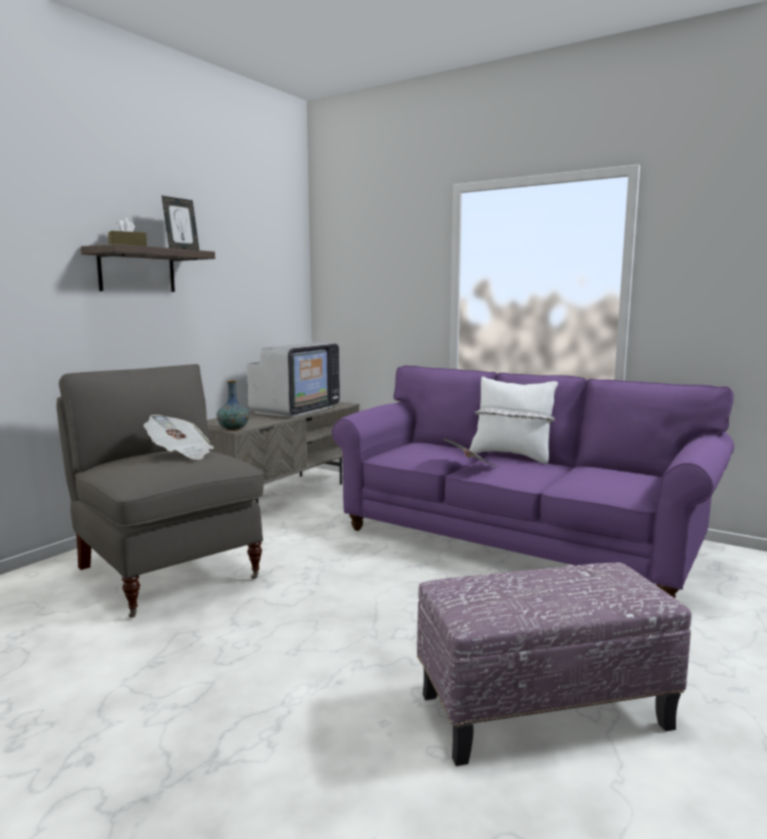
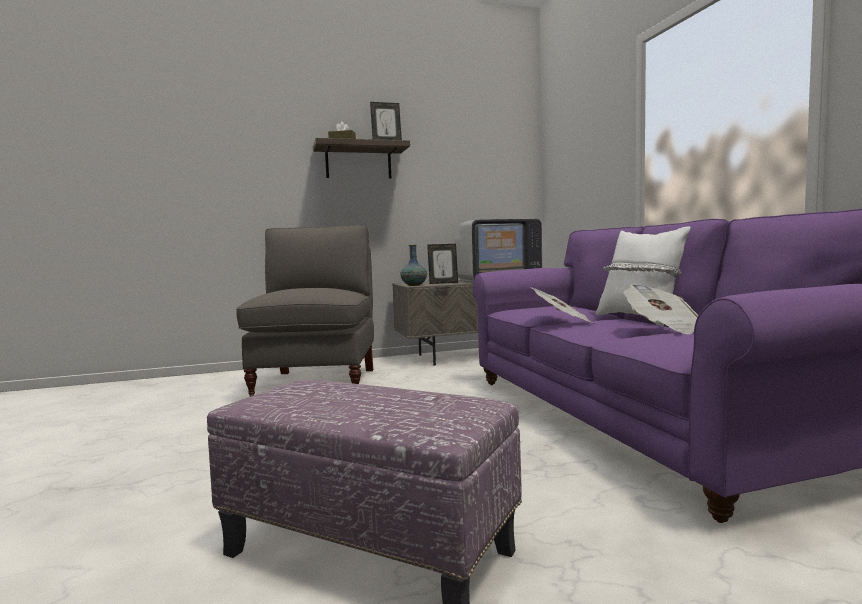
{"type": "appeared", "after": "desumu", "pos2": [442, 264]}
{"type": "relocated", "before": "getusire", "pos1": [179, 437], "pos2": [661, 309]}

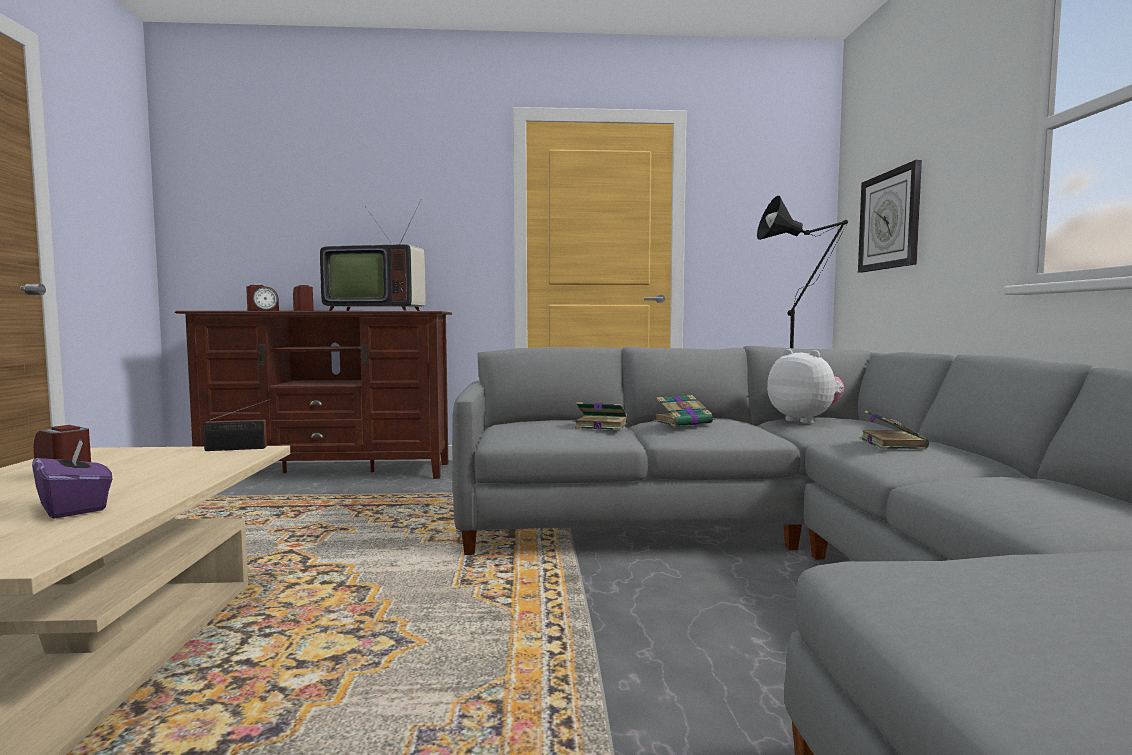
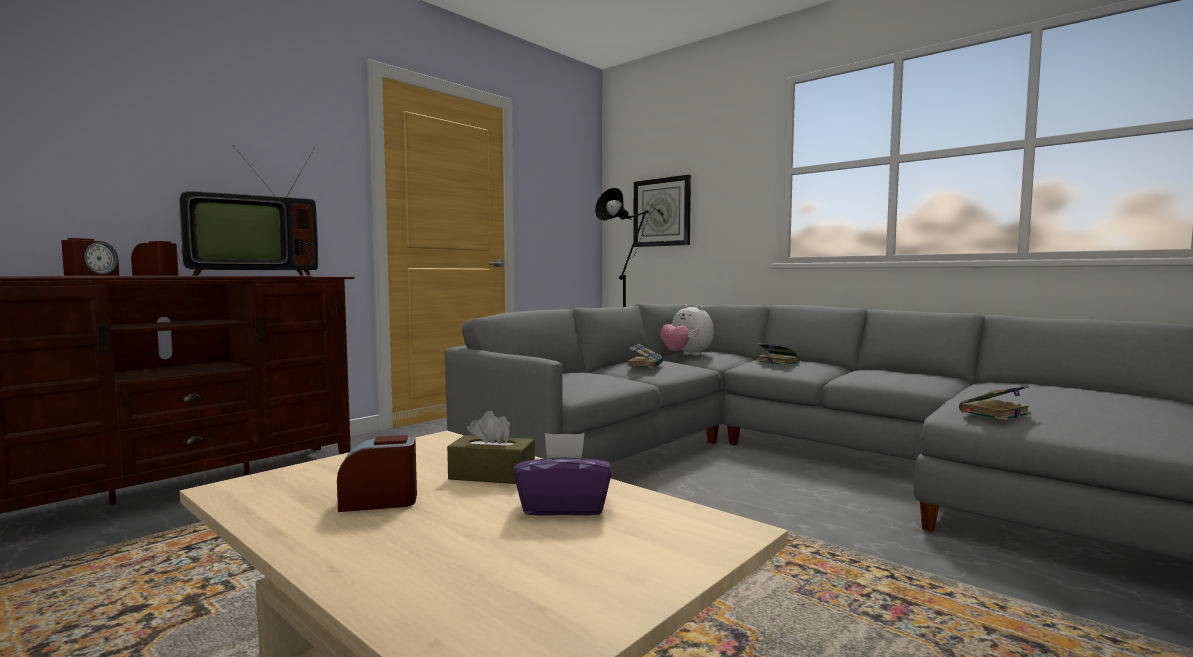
{"type": "appeared", "after": "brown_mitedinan", "pos2": [491, 447]}
{"type": "spun", "before": "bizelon", "pos1": [805, 386], "pos2": [687, 330], "turn": -135}
{"type": "relocated", "before": "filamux", "pos1": [600, 416], "pos2": [995, 403]}
{"type": "missing", "before": "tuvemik", "pos1": [237, 425]}

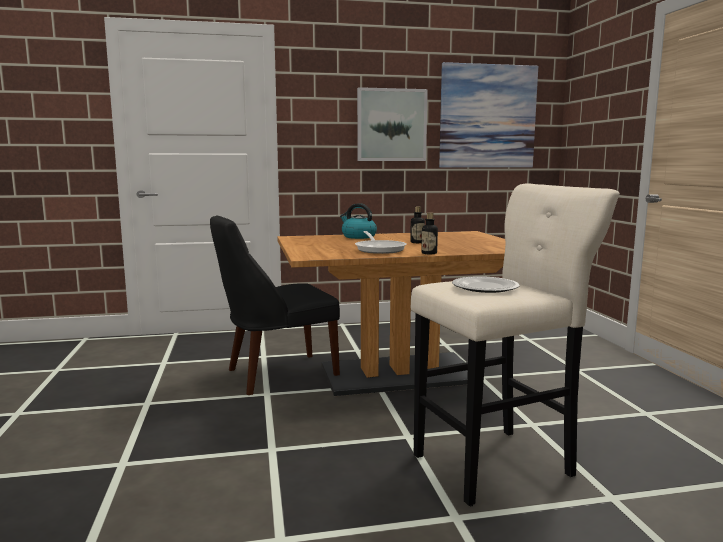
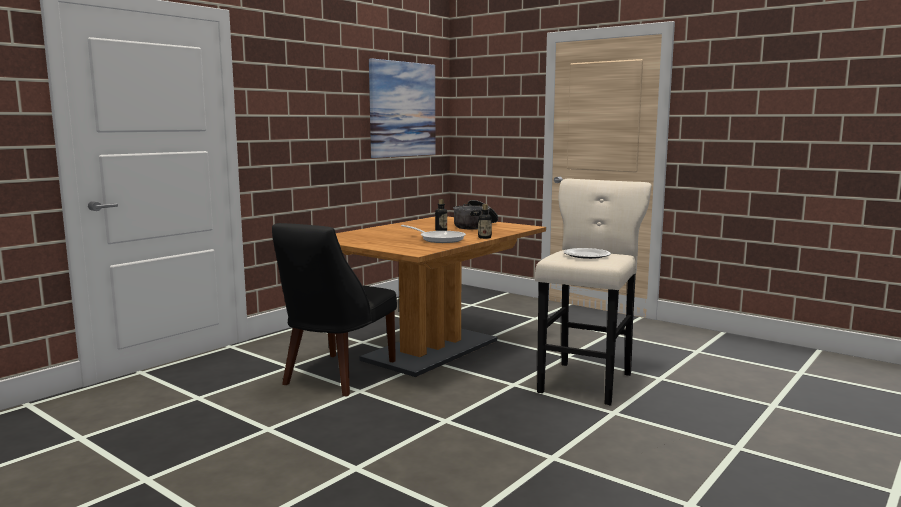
{"type": "appeared", "after": "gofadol", "pos2": [475, 215]}
{"type": "missing", "before": "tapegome", "pos1": [358, 221]}
{"type": "missing", "before": "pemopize", "pos1": [392, 124]}

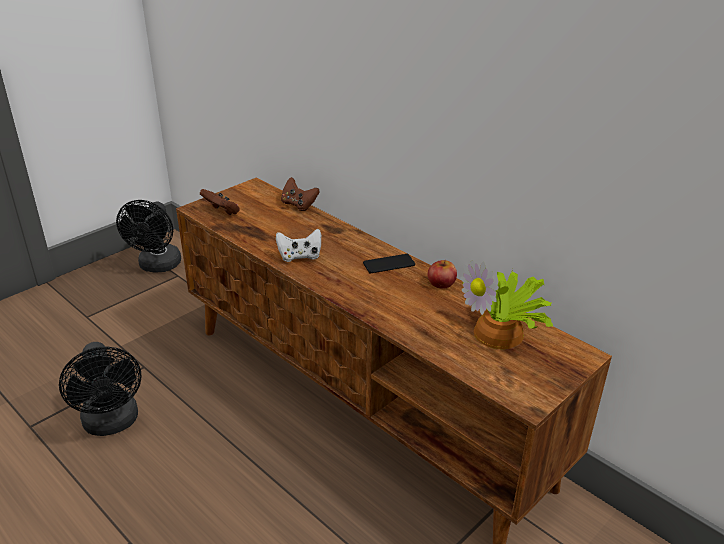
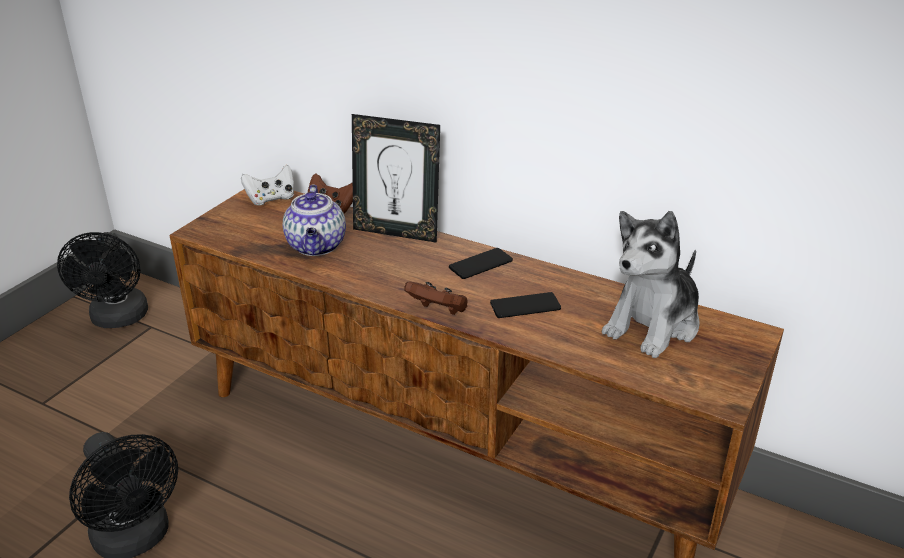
{"type": "relocated", "before": "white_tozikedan", "pos1": [298, 245], "pos2": [267, 185]}
{"type": "appeared", "after": "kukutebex", "pos2": [314, 220]}
{"type": "appeared", "after": "desumu", "pos2": [396, 178]}
{"type": "relocated", "before": "brown_tozikedan", "pos1": [220, 202], "pos2": [436, 298]}
{"type": "appeared", "after": "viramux", "pos2": [525, 305]}
{"type": "exchanged", "before": "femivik", "after": "bizelon", "pos1": [507, 304], "pos2": [651, 284]}
{"type": "missing", "before": "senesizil", "pos1": [442, 274]}

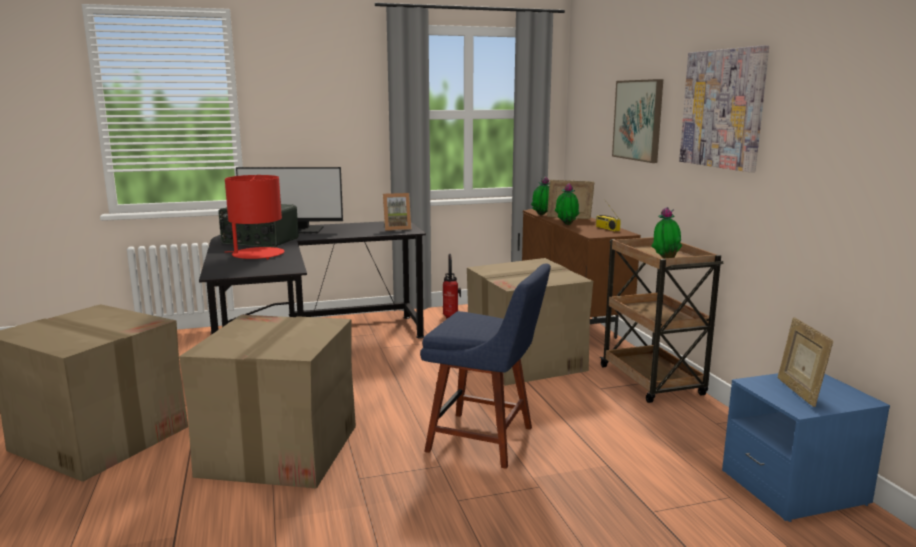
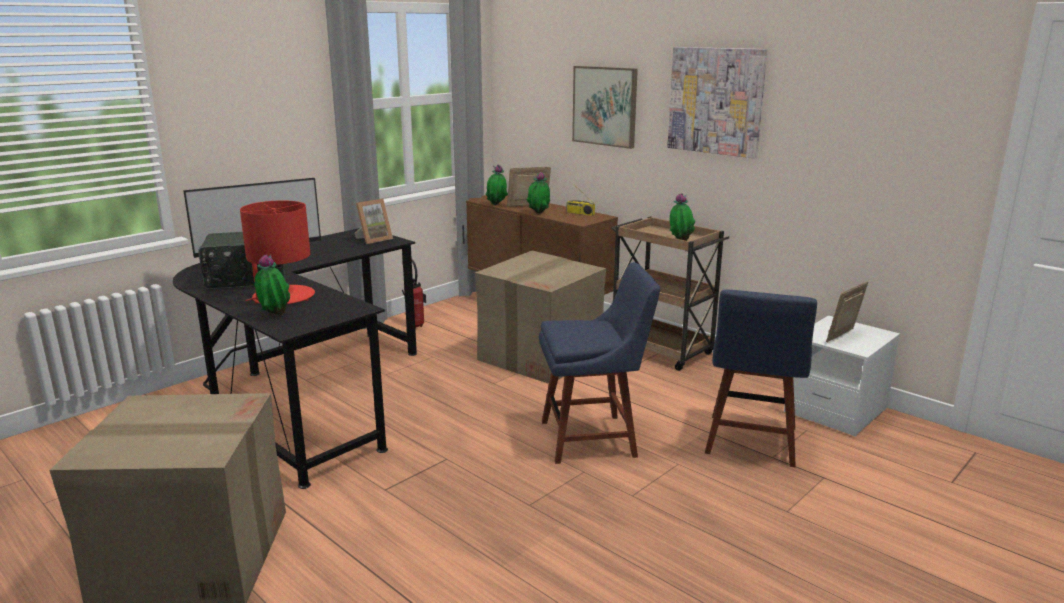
{"type": "appeared", "after": "femivik", "pos2": [272, 284]}
{"type": "appeared", "after": "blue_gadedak", "pos2": [761, 378]}
{"type": "colour", "before": "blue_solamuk", "after": "white_solamuk", "pos1": [806, 447], "pos2": [842, 376]}
{"type": "spun", "before": "desumu", "pos1": [805, 362], "pos2": [847, 311], "turn": 75}
{"type": "missing", "before": "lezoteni", "pos1": [267, 402]}

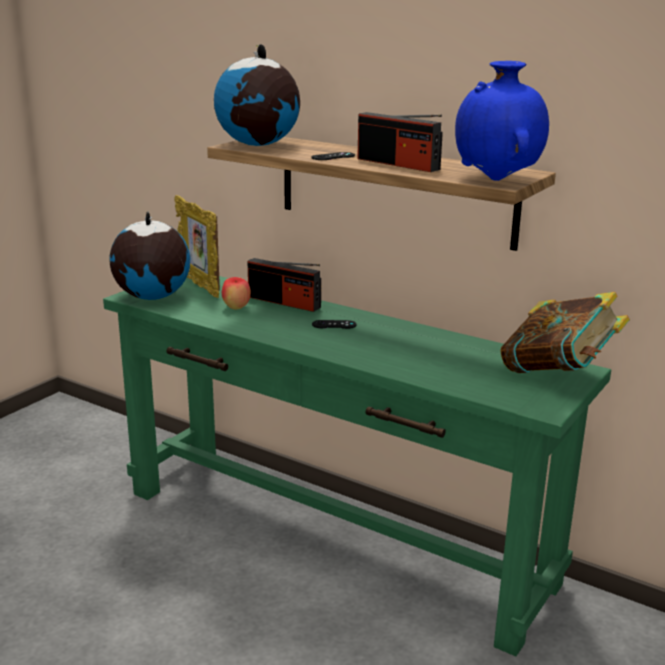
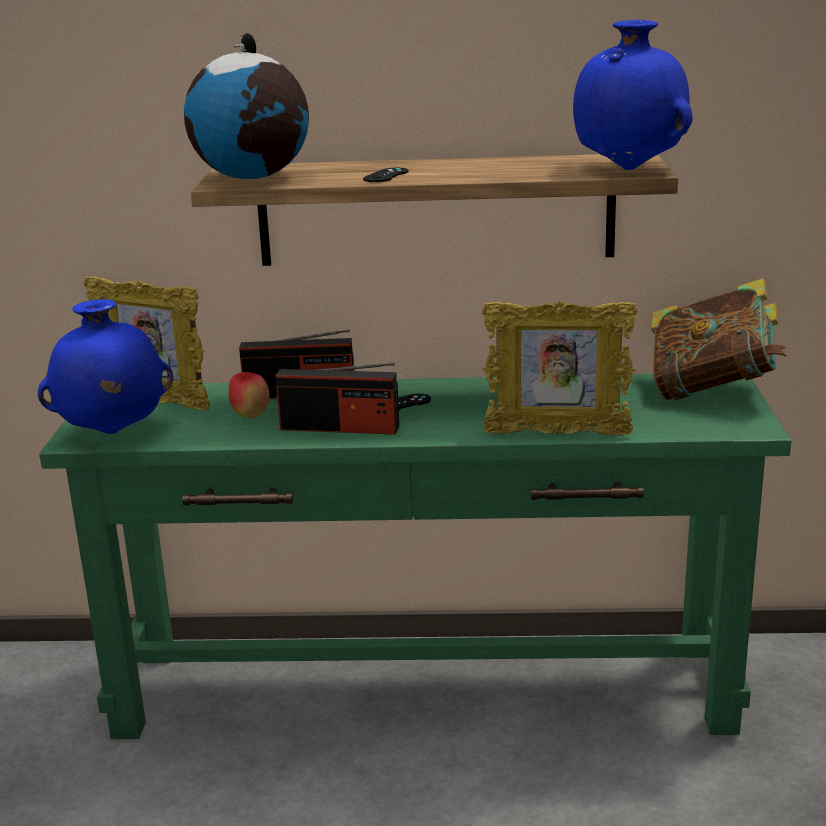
{"type": "exchanged", "before": "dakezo", "after": "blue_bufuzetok", "pos1": [150, 255], "pos2": [105, 366]}
{"type": "relocated", "before": "tuvemik", "pos1": [400, 142], "pos2": [337, 399]}
{"type": "appeared", "after": "desumu", "pos2": [560, 368]}

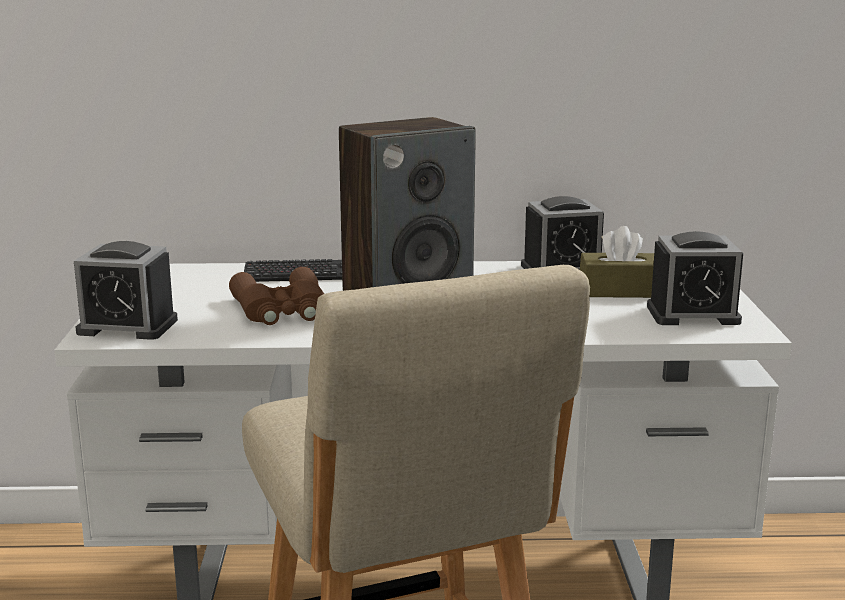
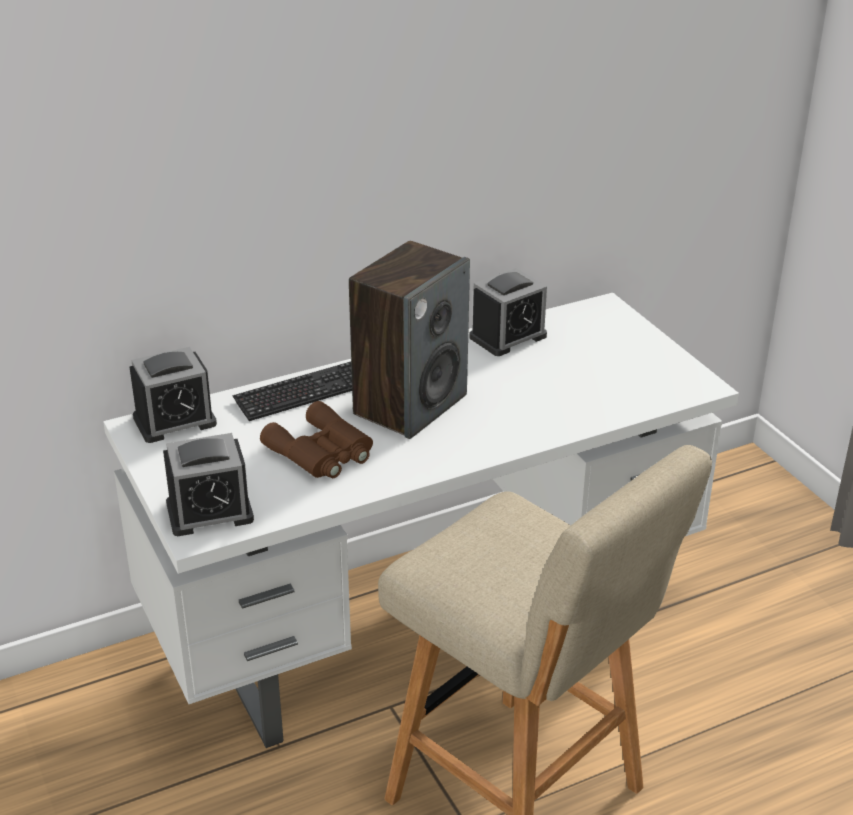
{"type": "relocated", "before": "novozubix", "pos1": [695, 278], "pos2": [173, 395]}
{"type": "missing", "before": "brown_mitedinan", "pos1": [617, 262]}

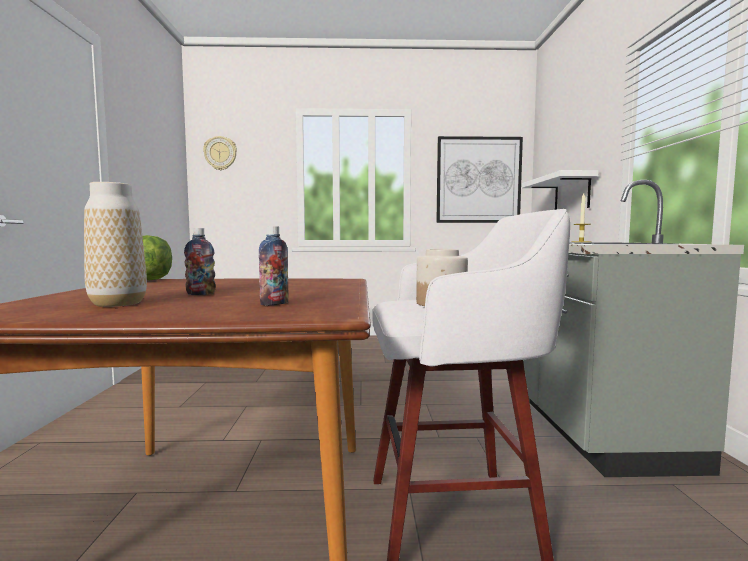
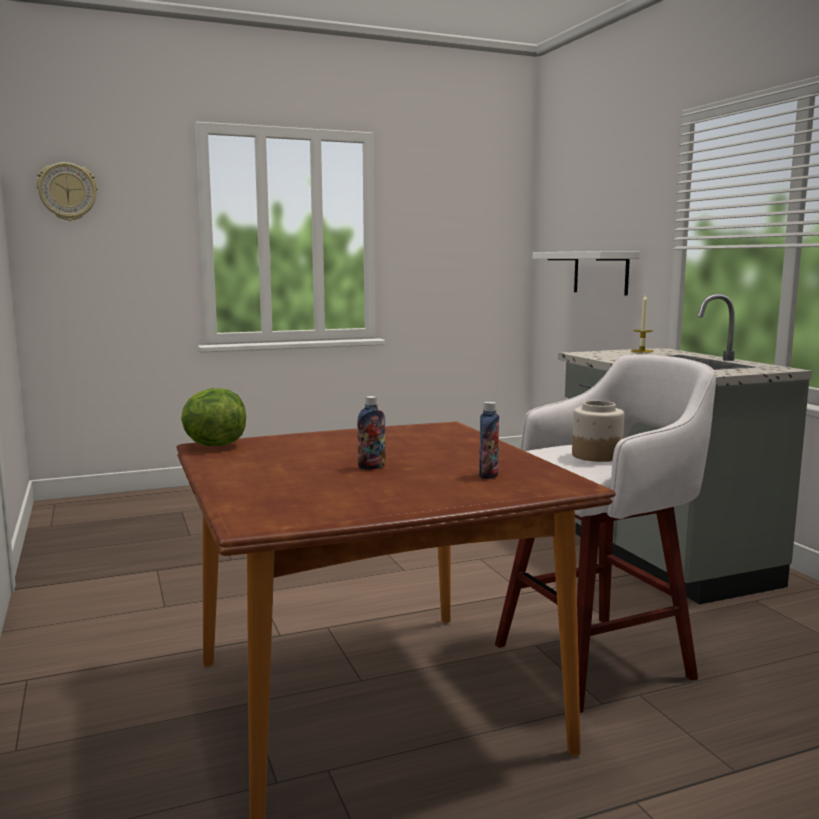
{"type": "missing", "before": "bufuzetok", "pos1": [115, 244]}
{"type": "missing", "before": "pemopize", "pos1": [479, 179]}

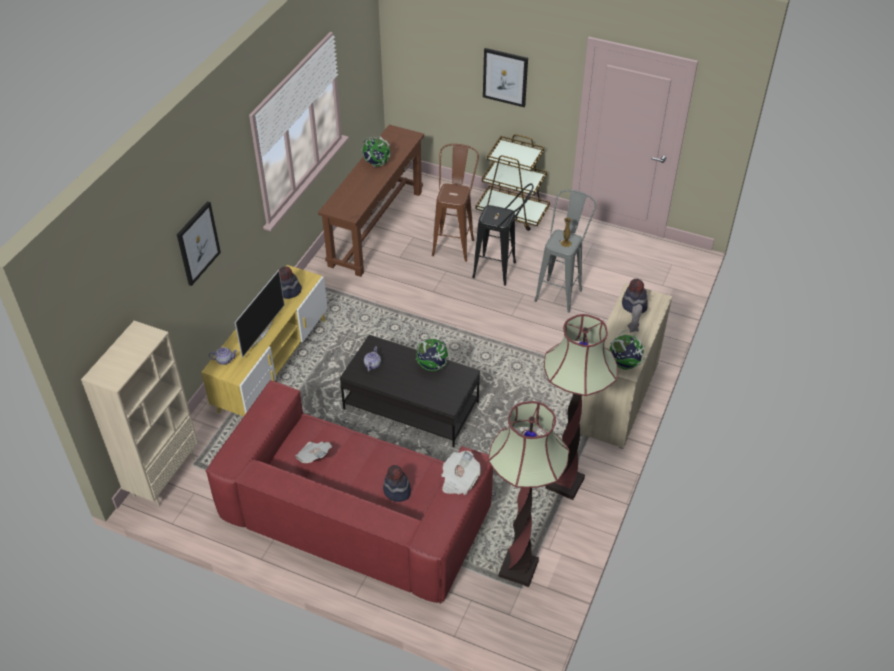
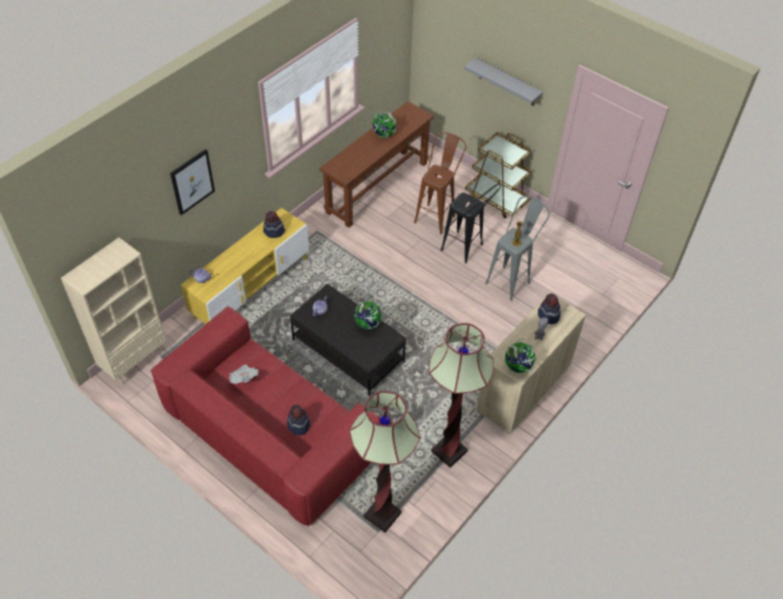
{"type": "exchanged", "before": "pemopize", "after": "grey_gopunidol", "pos1": [505, 77], "pos2": [503, 82]}
{"type": "missing", "before": "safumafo", "pos1": [260, 314]}
{"type": "missing", "before": "getusire", "pos1": [461, 473]}

